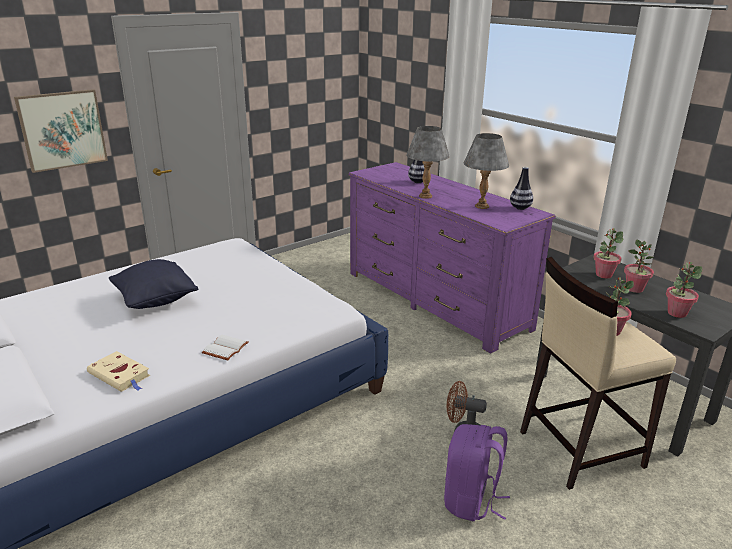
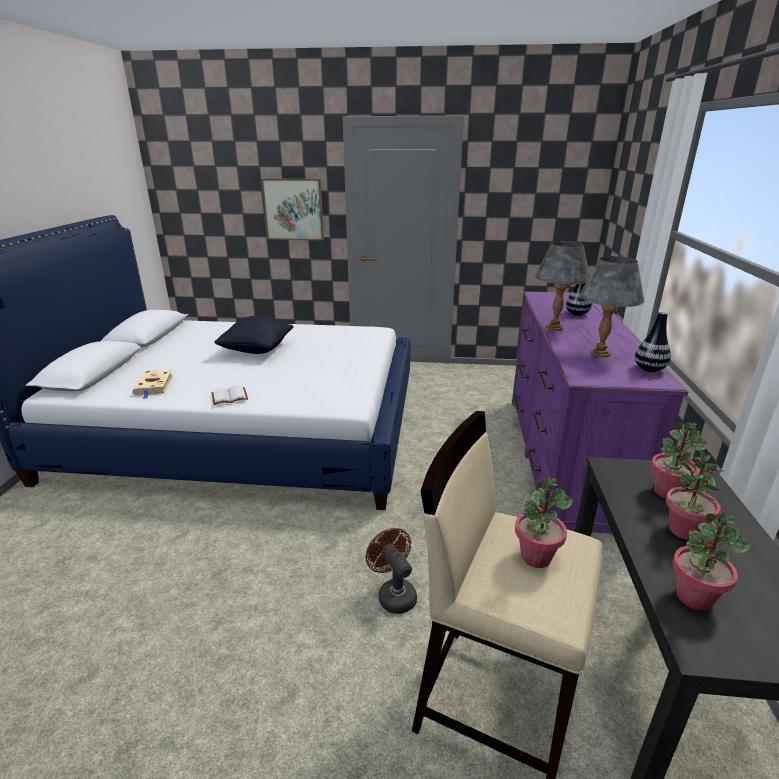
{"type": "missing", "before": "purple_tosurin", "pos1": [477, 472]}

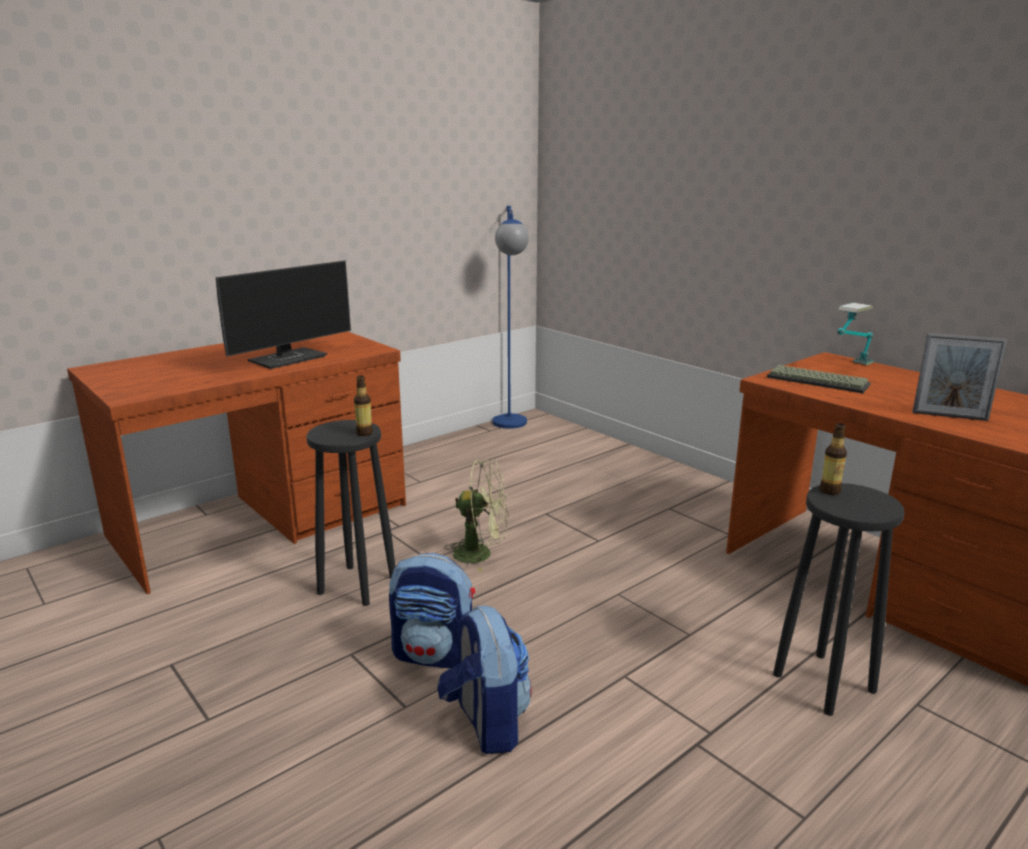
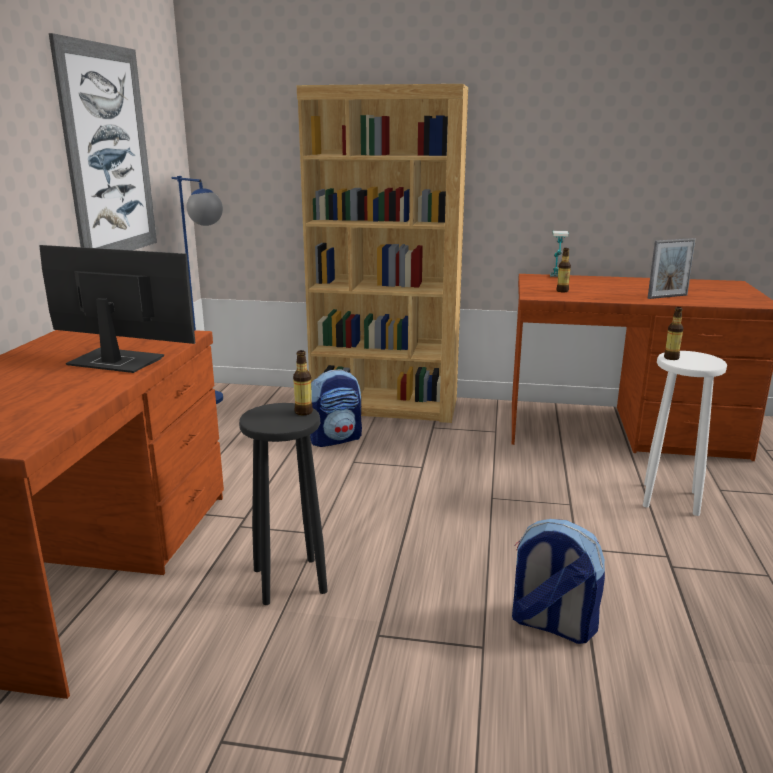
{"type": "spun", "before": "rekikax", "pos1": [283, 315], "pos2": [117, 309], "turn": -75}
{"type": "appeared", "after": "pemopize", "pos2": [103, 141]}
{"type": "appeared", "after": "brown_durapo", "pos2": [382, 253]}
{"type": "relocated", "before": "tosurin", "pos1": [432, 611], "pos2": [336, 408]}
{"type": "exchanged", "before": "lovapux", "after": "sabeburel", "pos1": [819, 379], "pos2": [563, 270]}
{"type": "colour", "before": "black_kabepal", "after": "white_kabepal", "pos1": [838, 599], "pos2": [685, 433]}
{"type": "missing", "before": "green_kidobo", "pos1": [476, 516]}

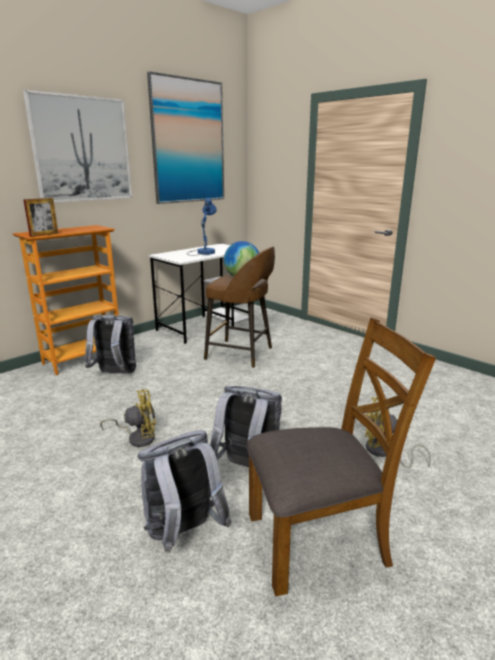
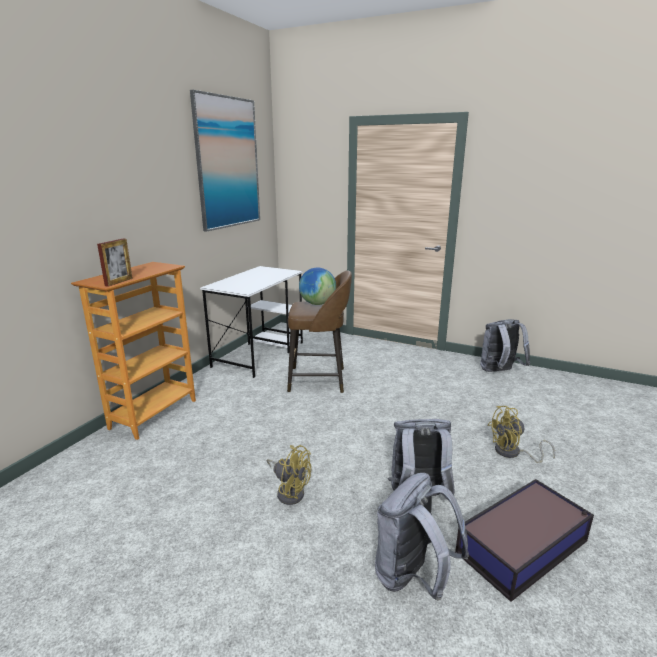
{"type": "spun", "before": "yellow_kidobo", "pos1": [128, 418], "pos2": [288, 475], "turn": 60}
{"type": "exchanged", "before": "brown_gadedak", "after": "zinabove", "pos1": [341, 456], "pos2": [524, 540]}
{"type": "relocated", "before": "grey_tosurin", "pos1": [110, 344], "pos2": [505, 345]}
{"type": "missing", "before": "pemopize", "pos1": [77, 146]}
{"type": "missing", "before": "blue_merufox", "pos1": [201, 226]}

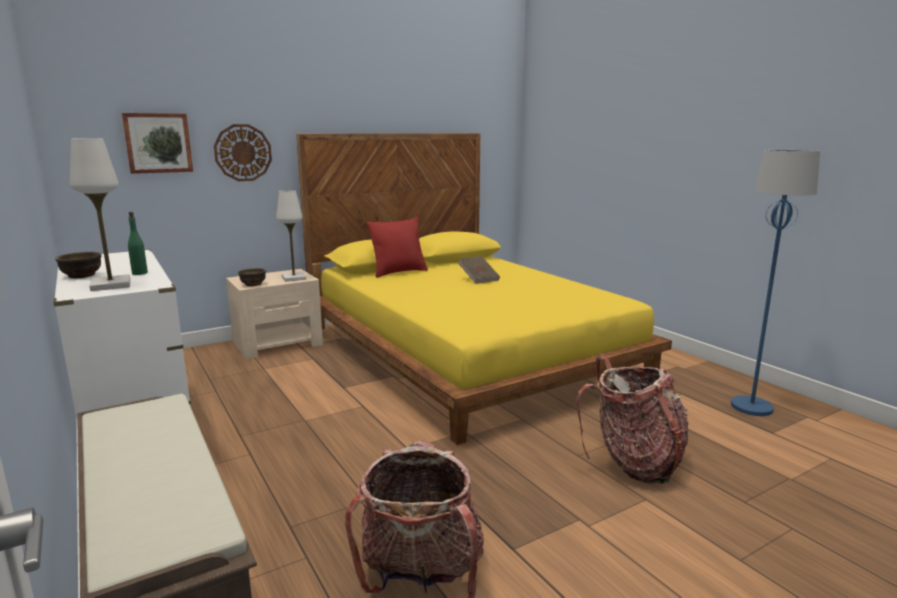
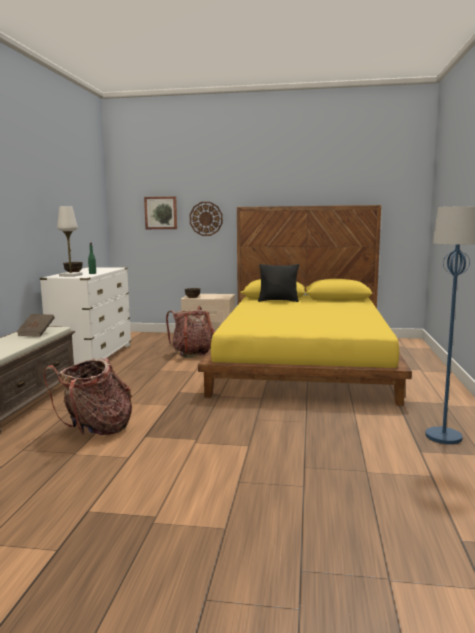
{"type": "relocated", "before": "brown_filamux", "pos1": [479, 270], "pos2": [36, 325]}
{"type": "relocated", "before": "tosurin", "pos1": [632, 419], "pos2": [190, 332]}
{"type": "colour", "before": "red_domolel", "after": "black_domolel", "pos1": [397, 247], "pos2": [278, 283]}
{"type": "missing", "before": "white_merufox", "pos1": [291, 236]}

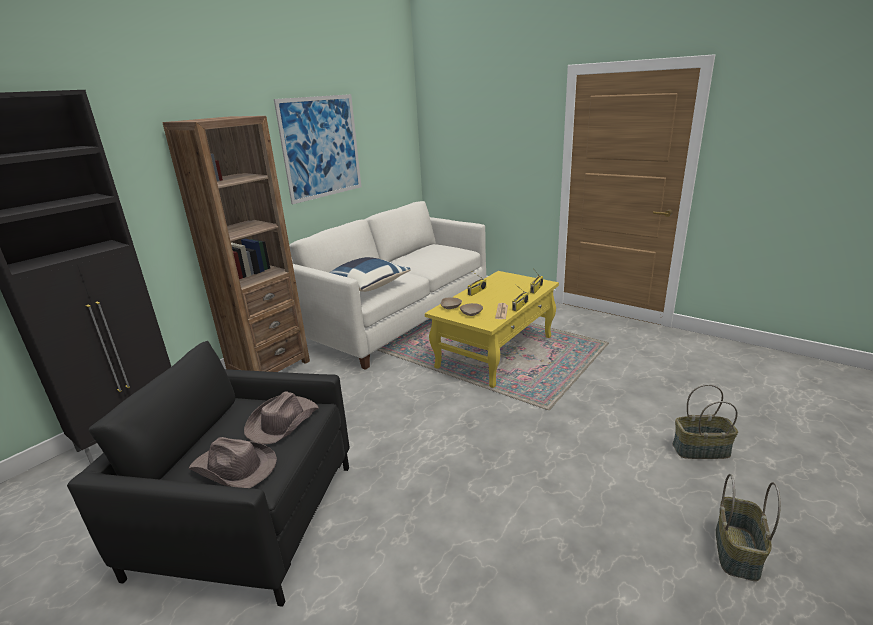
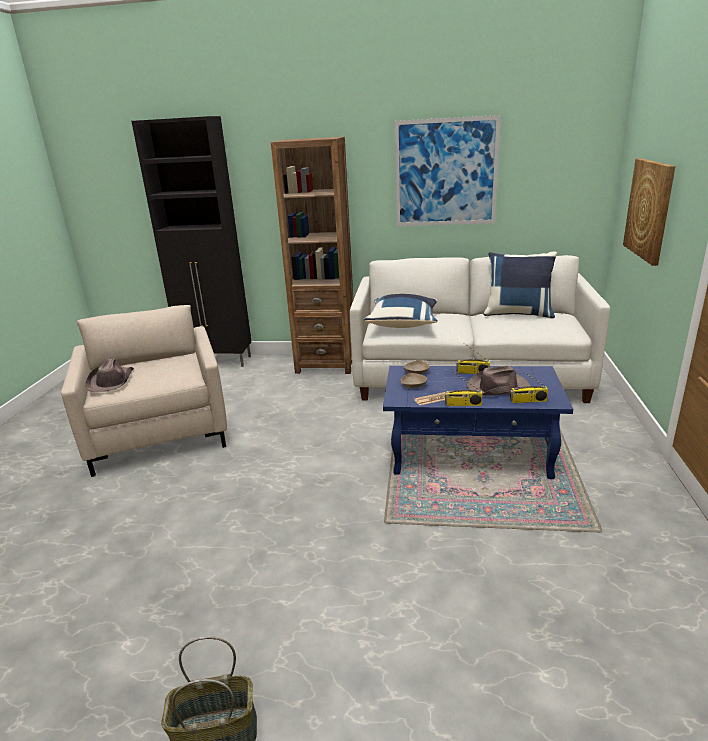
{"type": "colour", "before": "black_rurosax", "after": "beige_rurosax", "pos1": [208, 474], "pos2": [144, 391]}
{"type": "colour", "before": "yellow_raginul", "after": "blue_raginul", "pos1": [492, 329], "pos2": [478, 422]}
{"type": "relocated", "before": "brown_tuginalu", "pos1": [281, 417], "pos2": [499, 381]}
{"type": "appeared", "after": "blue_domolel", "pos2": [520, 285]}
{"type": "appeared", "after": "pemopize", "pos2": [649, 212]}
{"type": "missing", "before": "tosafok", "pos1": [705, 421]}

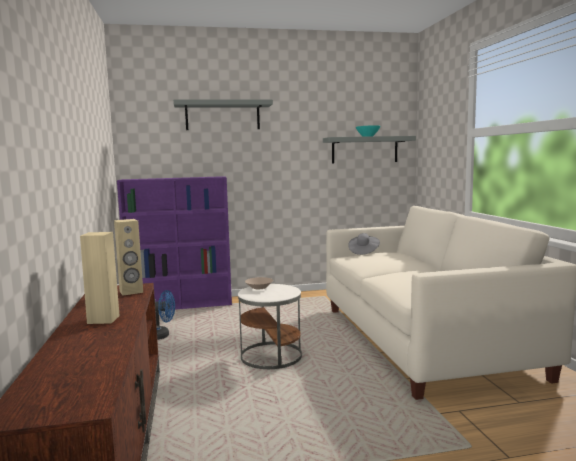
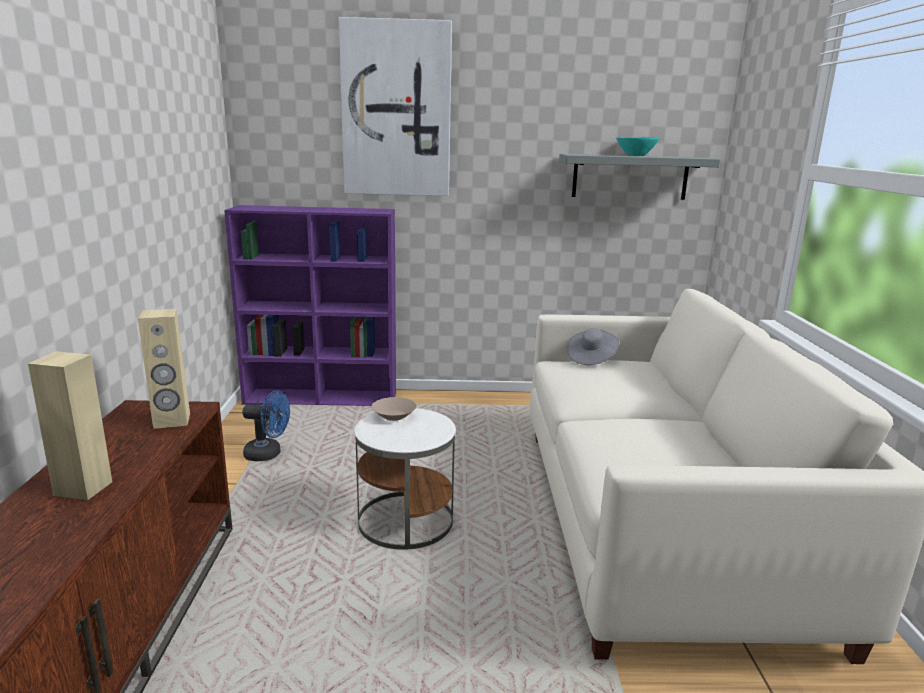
{"type": "exchanged", "before": "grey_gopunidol", "after": "pemopize", "pos1": [223, 114], "pos2": [395, 106]}

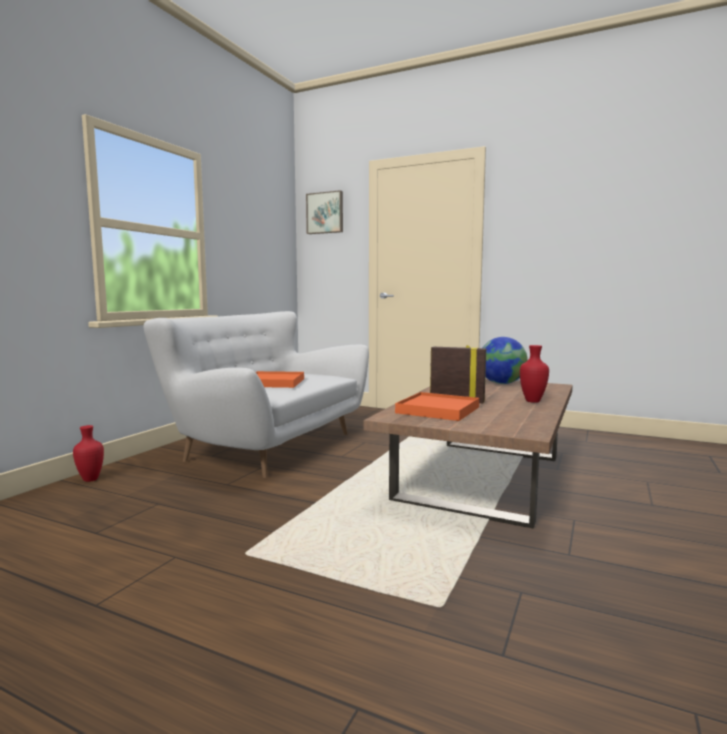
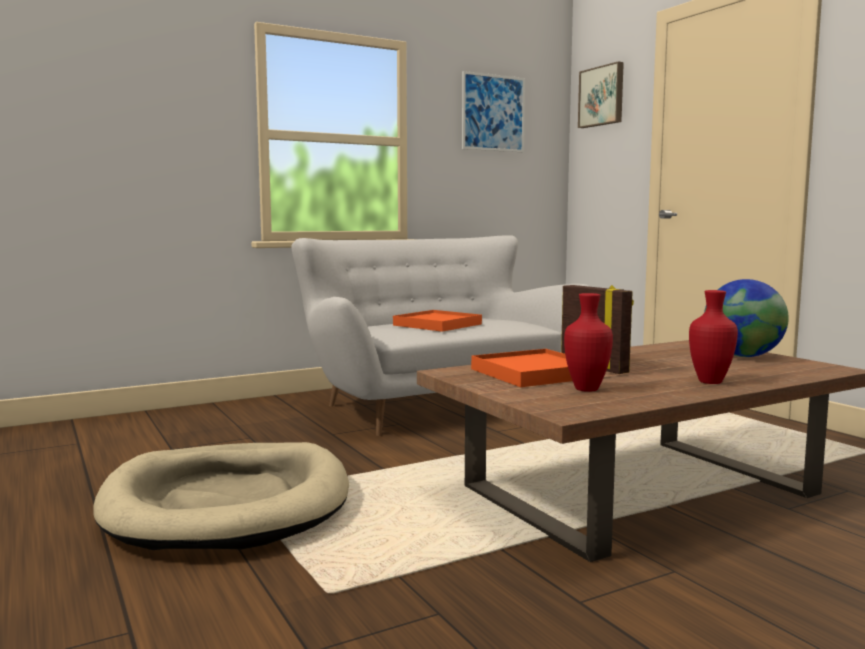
{"type": "appeared", "after": "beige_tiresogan", "pos2": [221, 496]}
{"type": "appeared", "after": "pemopize", "pos2": [493, 111]}
{"type": "relocated", "before": "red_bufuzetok", "pos1": [88, 453], "pos2": [588, 342]}

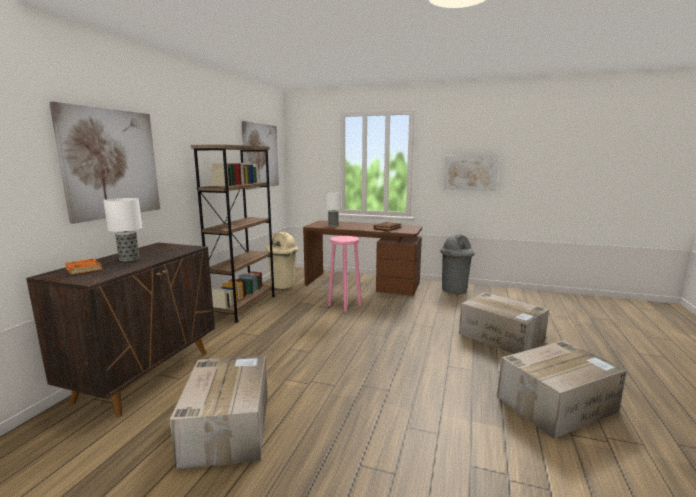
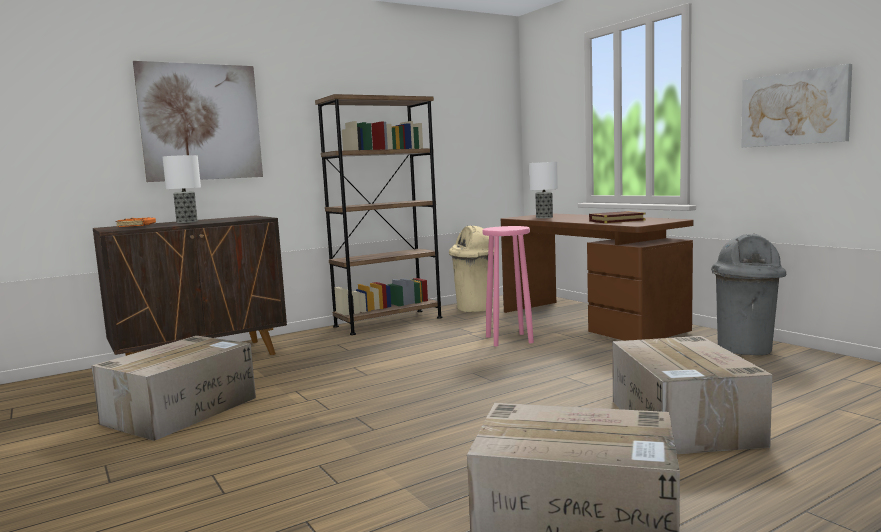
{"type": "missing", "before": "pemopize", "pos1": [260, 155]}

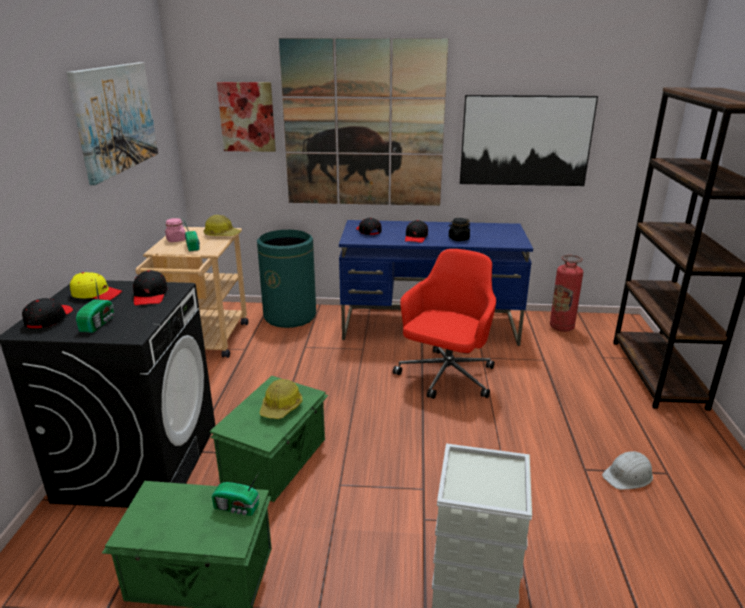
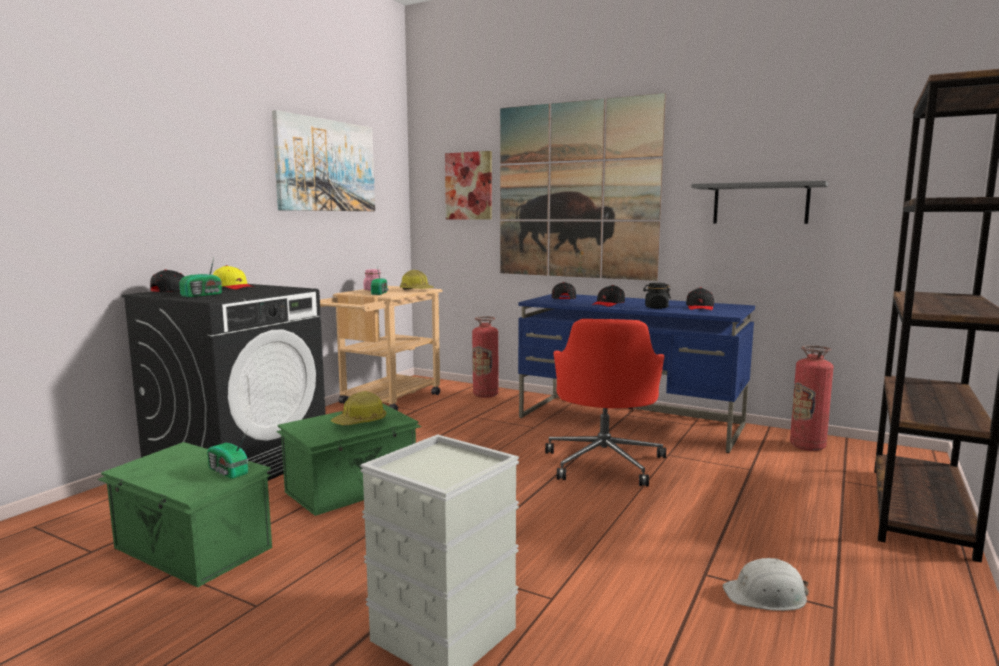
{"type": "exchanged", "before": "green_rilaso", "after": "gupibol", "pos1": [286, 279], "pos2": [485, 357]}
{"type": "spun", "before": "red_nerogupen", "pos1": [444, 324], "pos2": [605, 403], "turn": 135}
{"type": "relocated", "before": "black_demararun", "pos1": [150, 287], "pos2": [700, 298]}
{"type": "exchanged", "before": "pemopize", "after": "grey_gopunidol", "pos1": [529, 140], "pos2": [759, 202]}

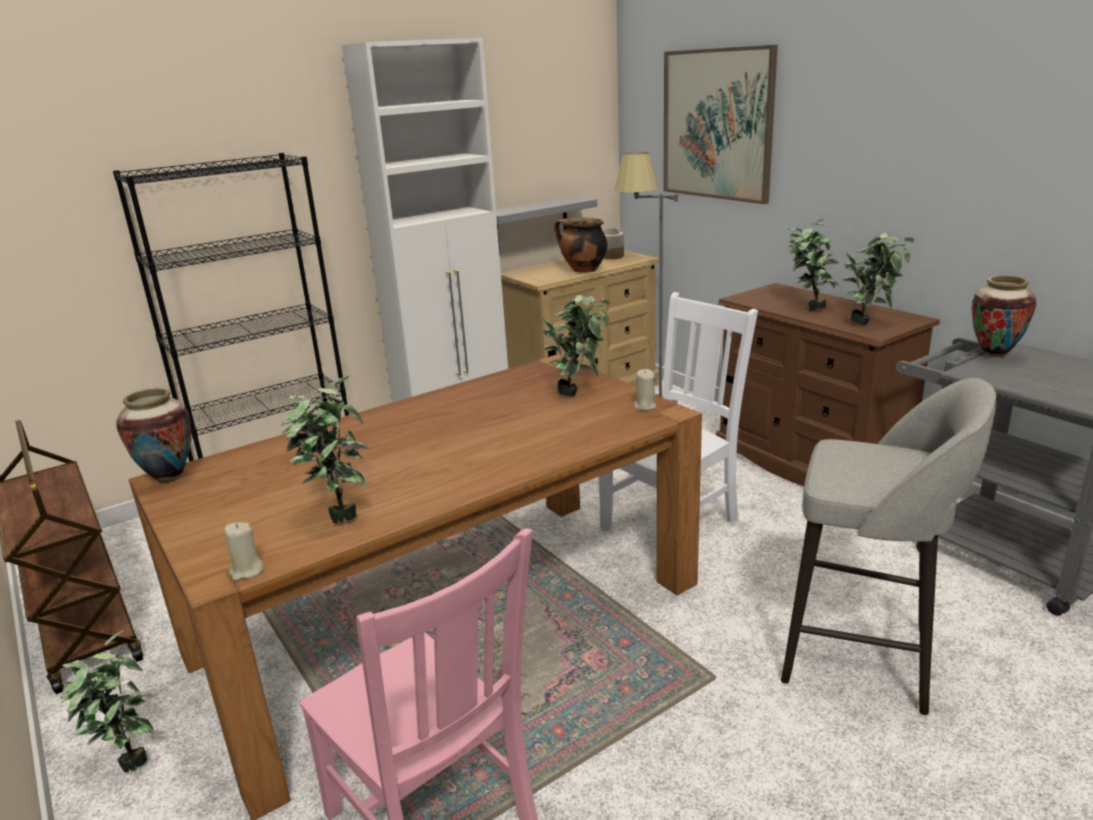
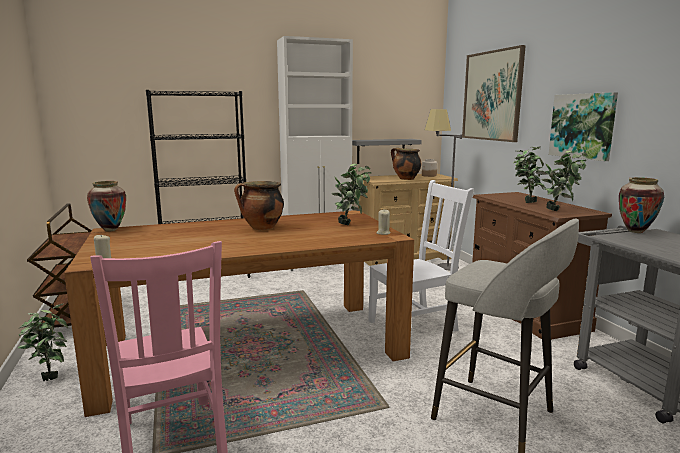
{"type": "appeared", "after": "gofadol", "pos2": [259, 205]}
{"type": "appeared", "after": "pemopize", "pos2": [583, 126]}
{"type": "missing", "before": "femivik", "pos1": [325, 449]}

